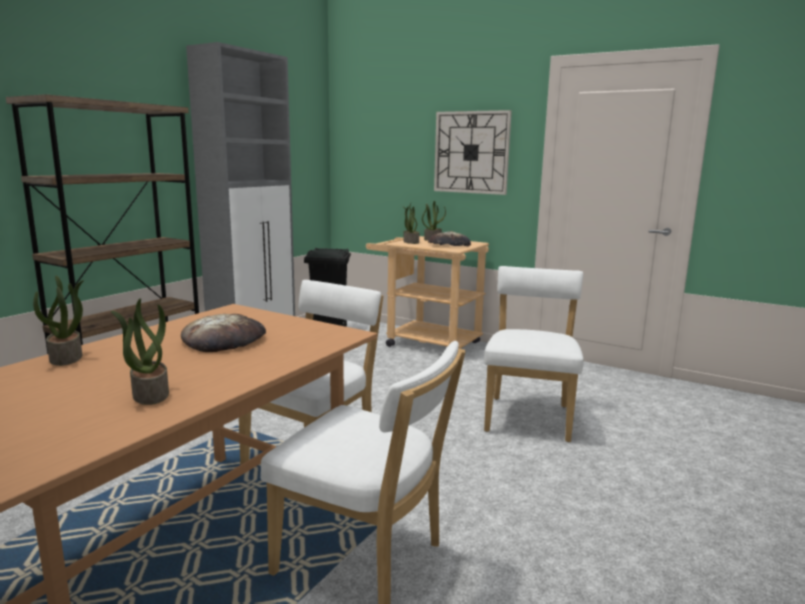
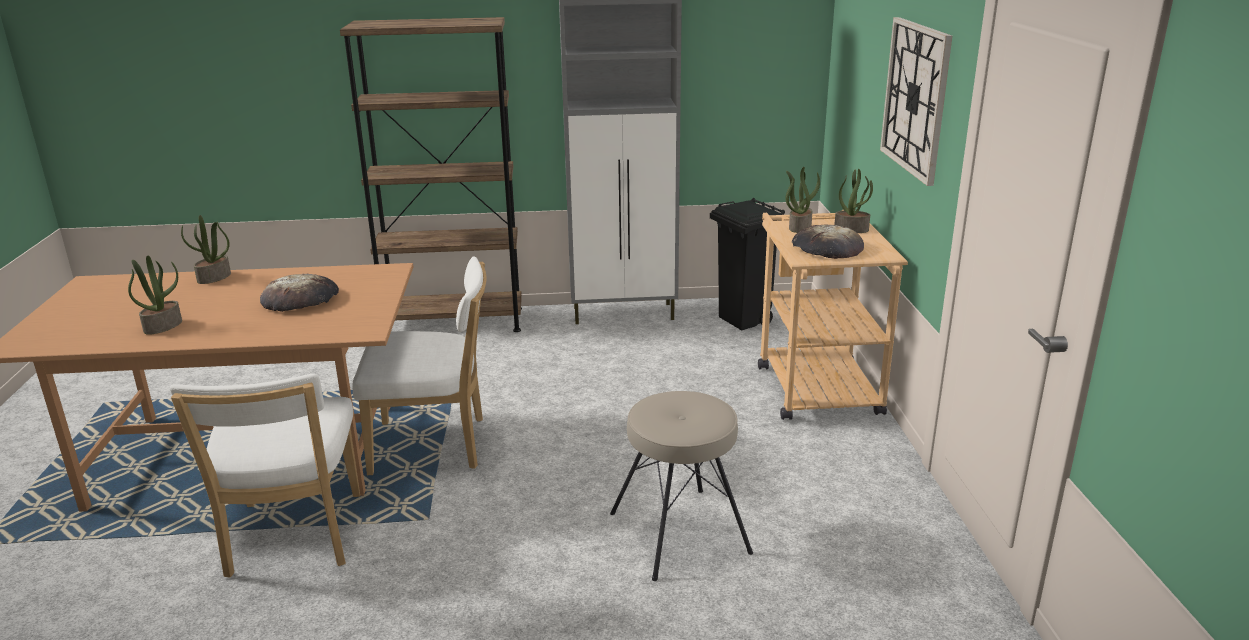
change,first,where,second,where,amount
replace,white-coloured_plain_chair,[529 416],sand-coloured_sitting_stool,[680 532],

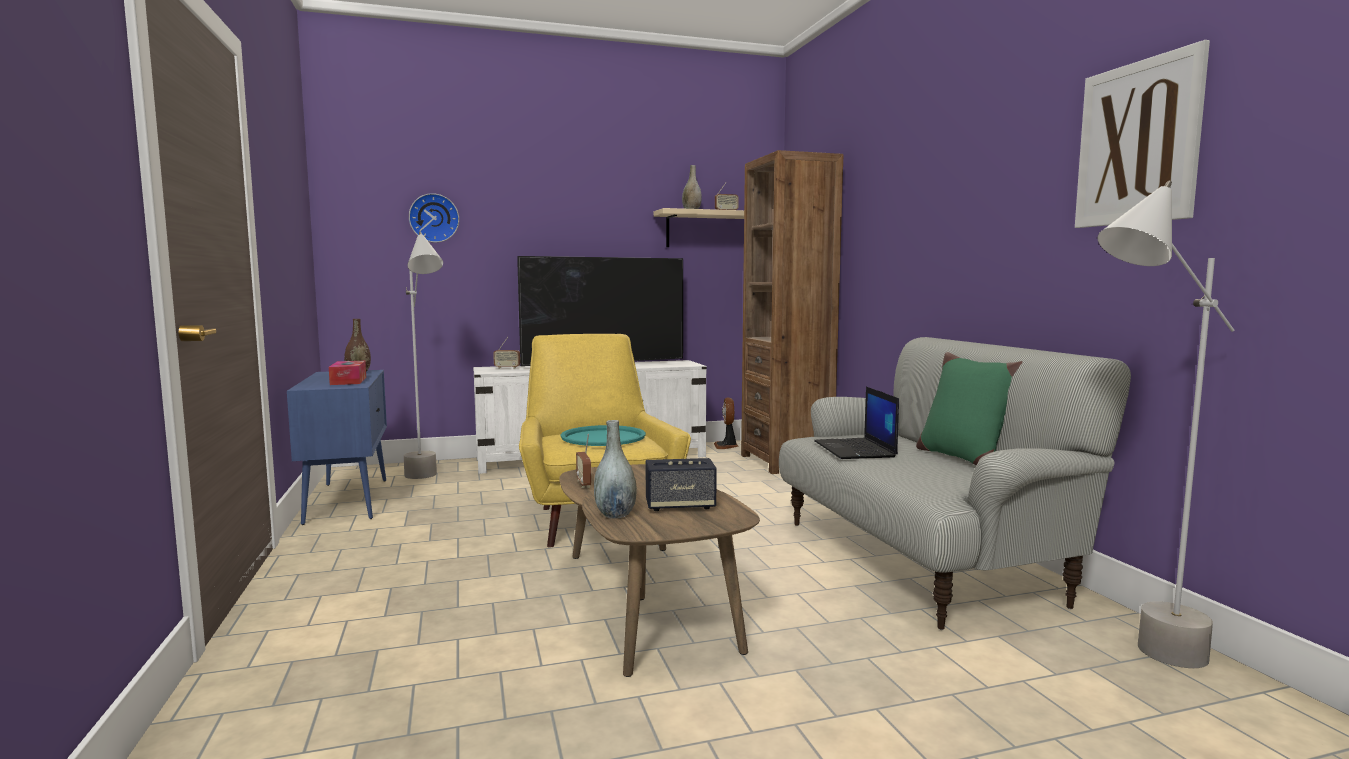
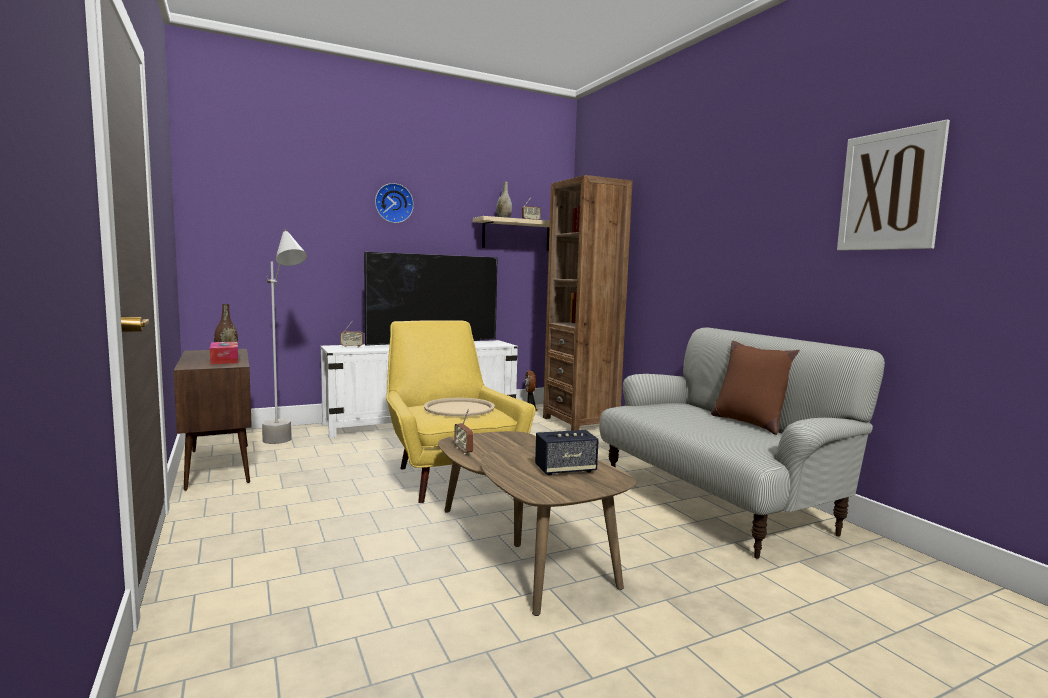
change,first,where,second,where,amount
recolor,blue_storage_cabinet,[347 500],brown-coloured_storage_cabinet,[219 465],
move,wall_clock,[434 218],,[393 203],
recolor,turquoise-coloured_carrying_tray,[603 437],sand-coloured_carrying_tray,[459 408],
delete,gray_decorative_vase,[615 515],,,
delete,laptop,[855 450],,,
recolor,green-coloured_throw_pillow,[962 458],brown-coloured_throw_pillow,[749 423],
delete,gray_standard_lamp,[1139 663],,,

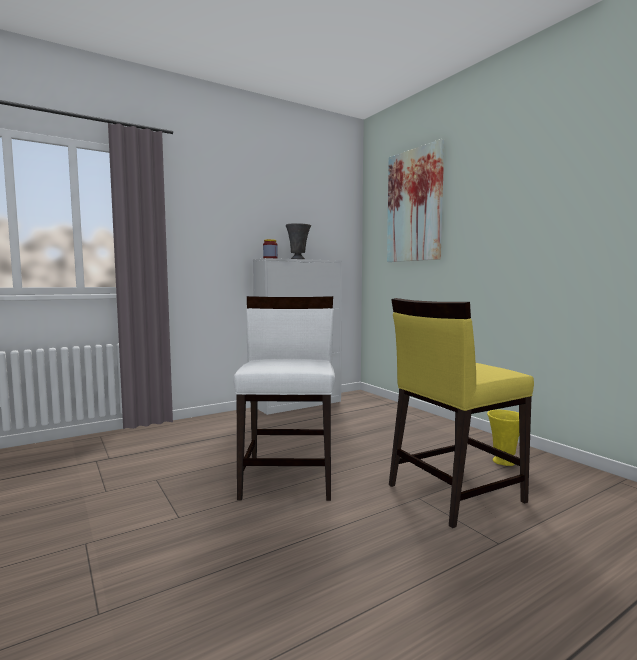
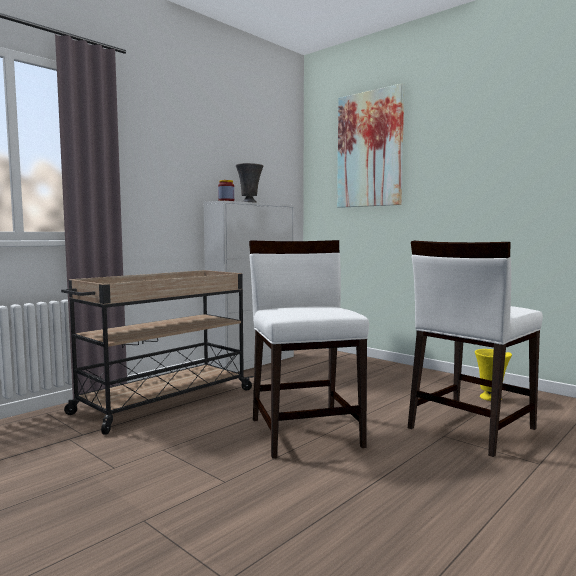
change,first,where,second,where,amount
recolor,yellowish_plain_chair,[453 493],white-coloured_plain_chair,[470 428],
insert,,,sand-coloured_cart,[163 402],

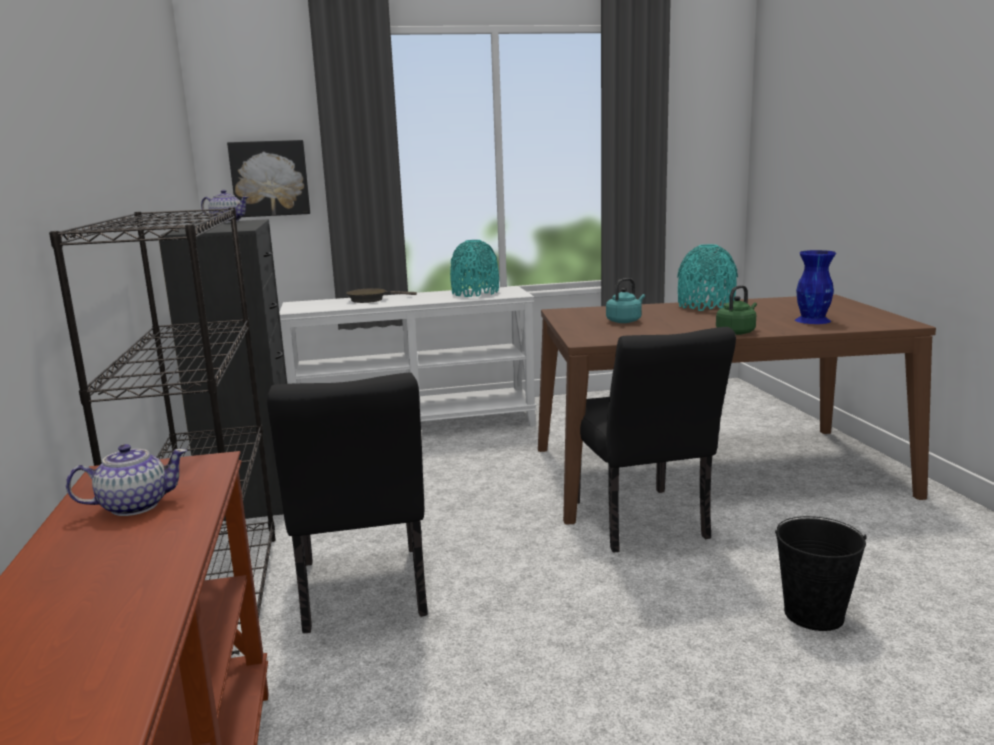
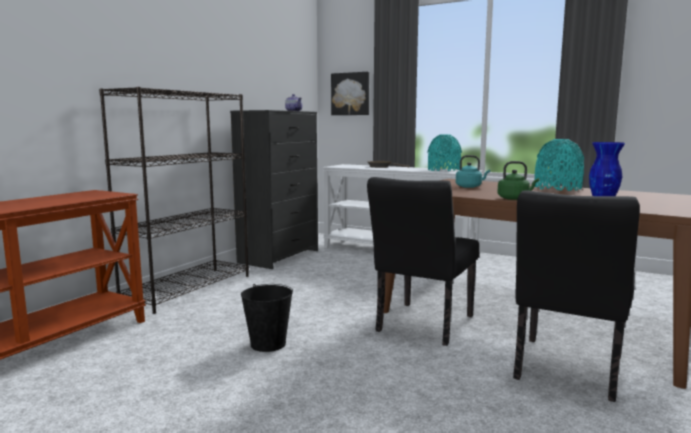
change,first,where,second,where,amount
delete,tea_pot,[134 506],,,
move,blackish_plain_chair,[363 595],,[566 371],
move,blackish_bucket,[814 614],,[268 344],

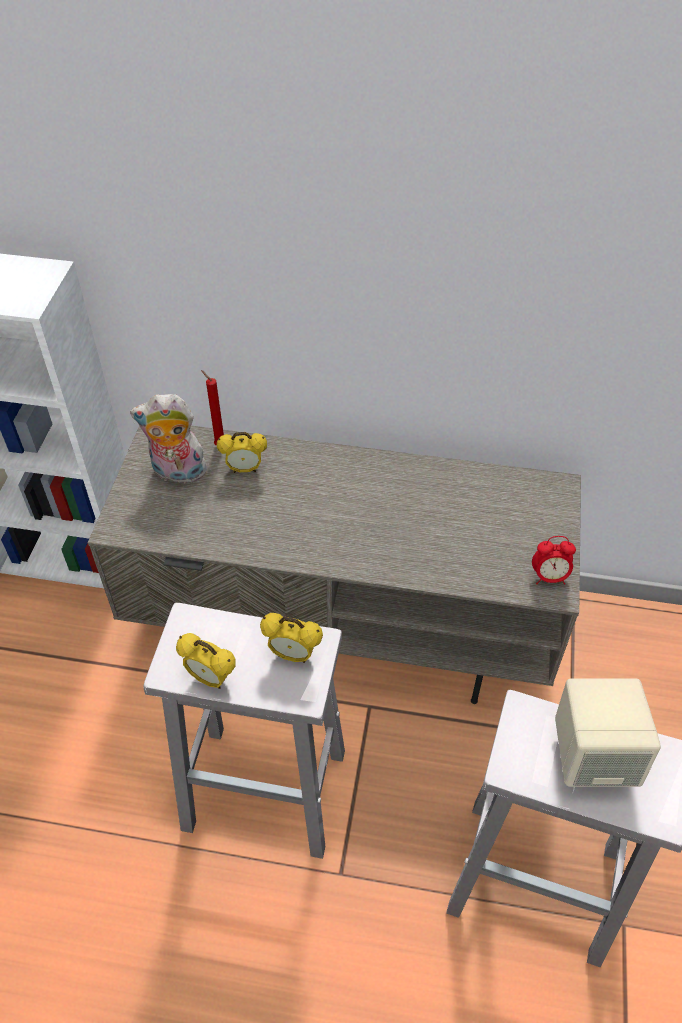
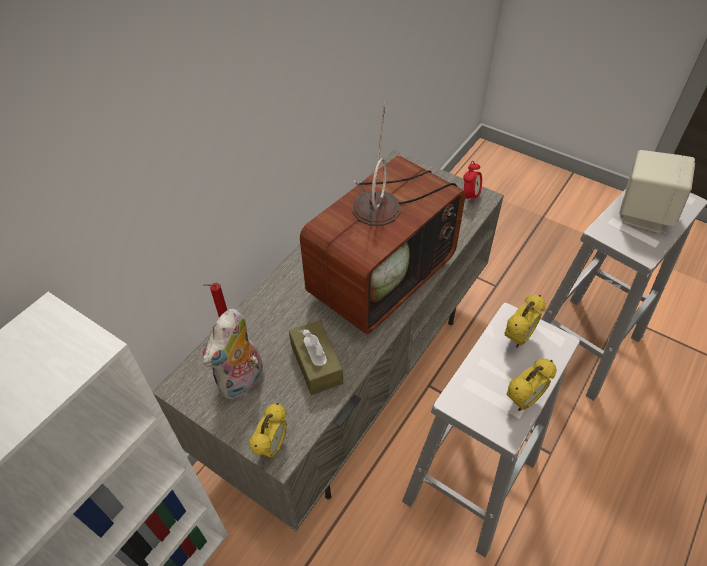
change,first,where,second,where,amount
move,bedside_clock,[245 469],,[272 446],
insert,,,brown-coloured_tissue_holder,[316 364],
insert,,,TV,[381 273],

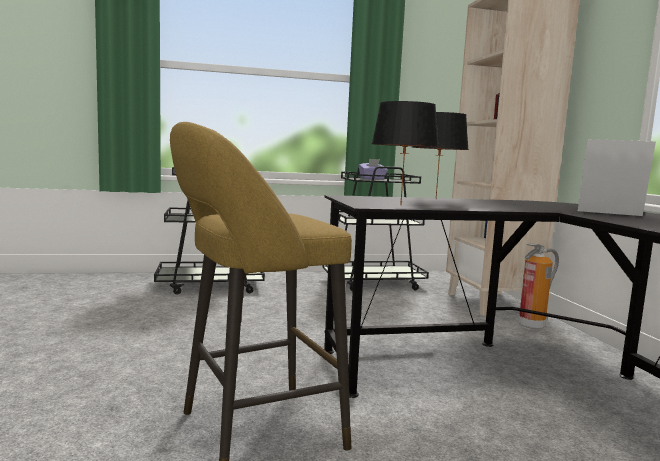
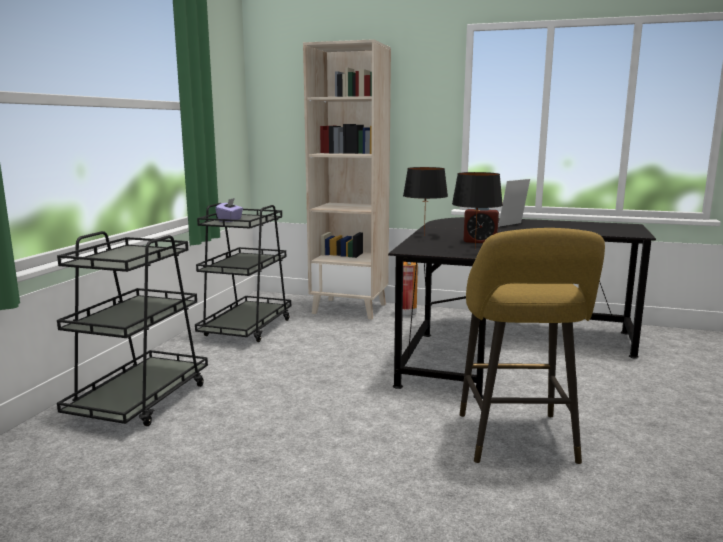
change,first,where,second,where,amount
insert,,,bedside_clock,[480 241],

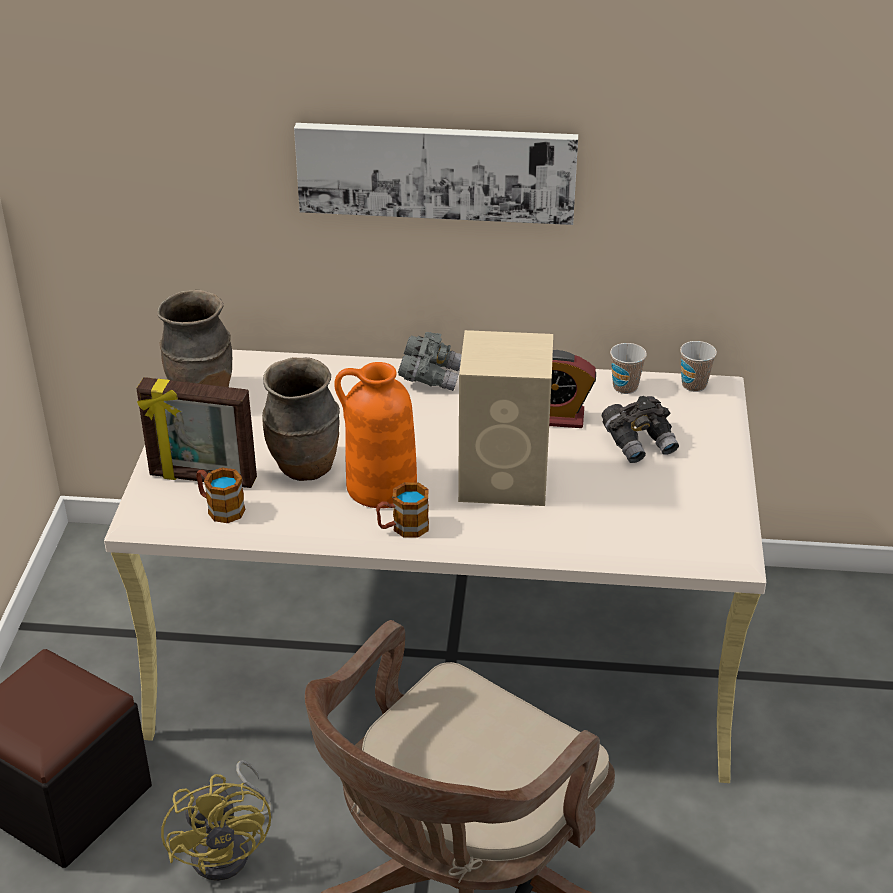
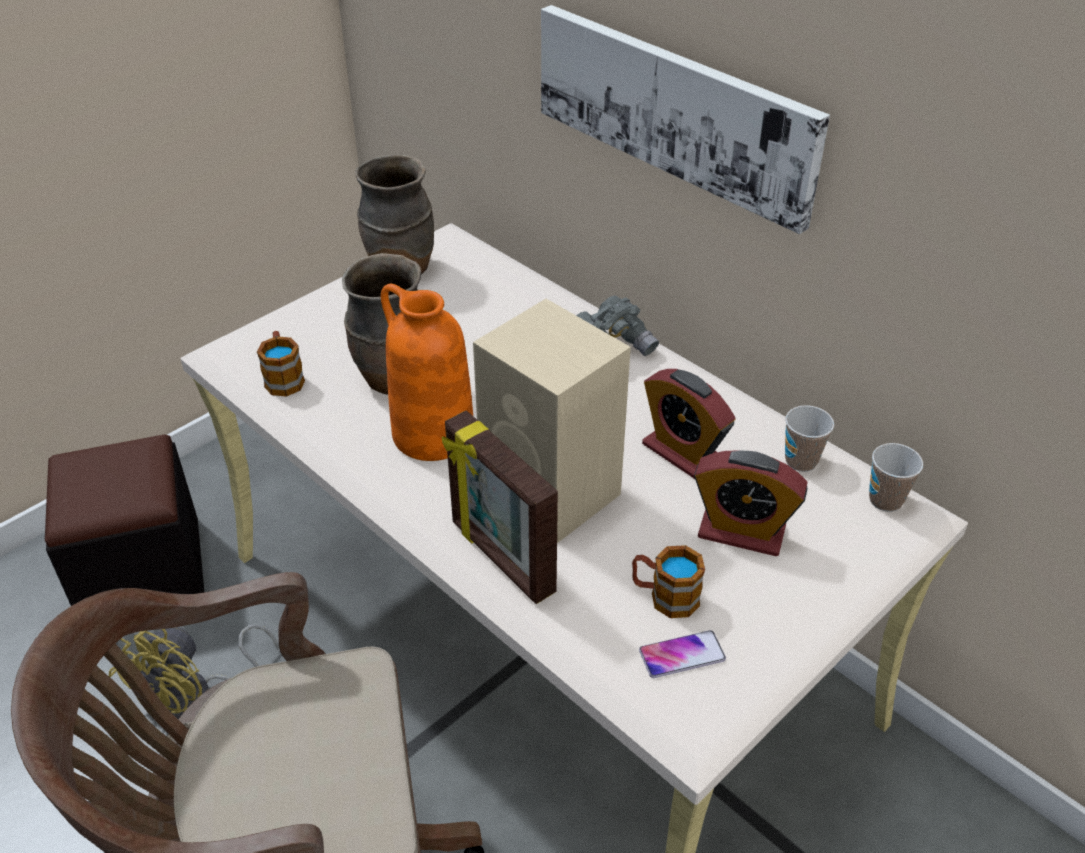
change,first,where,second,where,amount
move,picture_frame,[202 478],,[500 558],
move,mug,[403 528],,[664 596],
replace,gray_pair_of_binoculars,[639 442],bedside_clock,[741 532],
insert,,,telephone,[682 655],

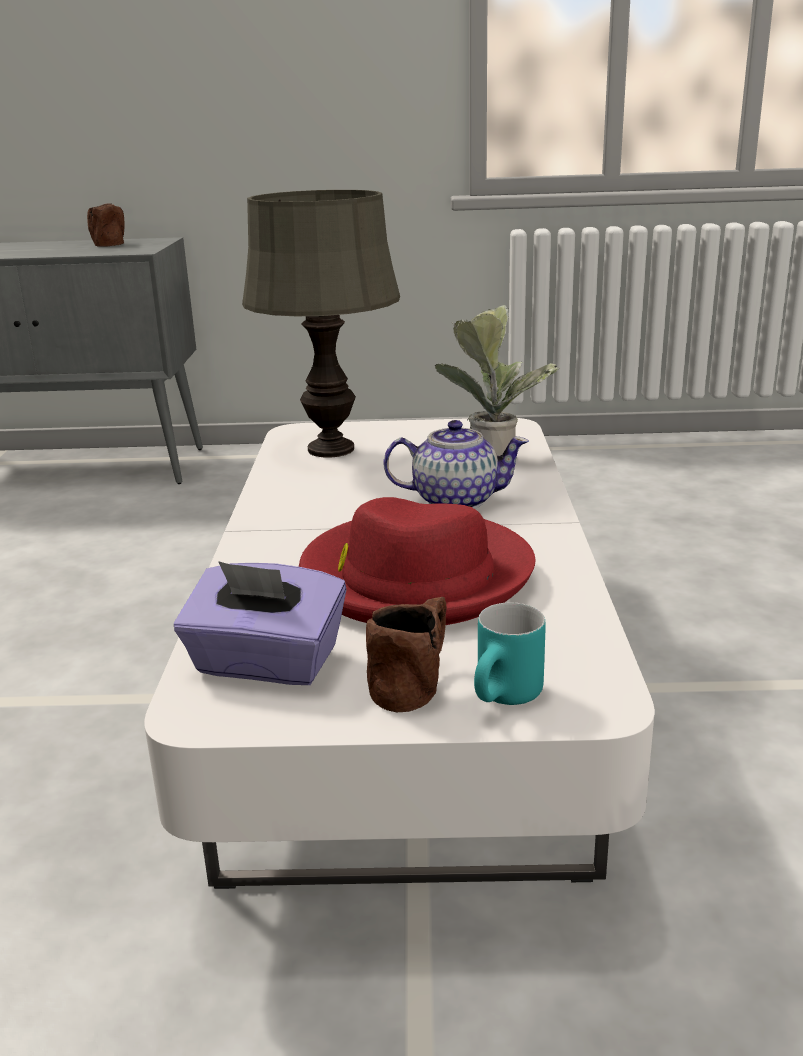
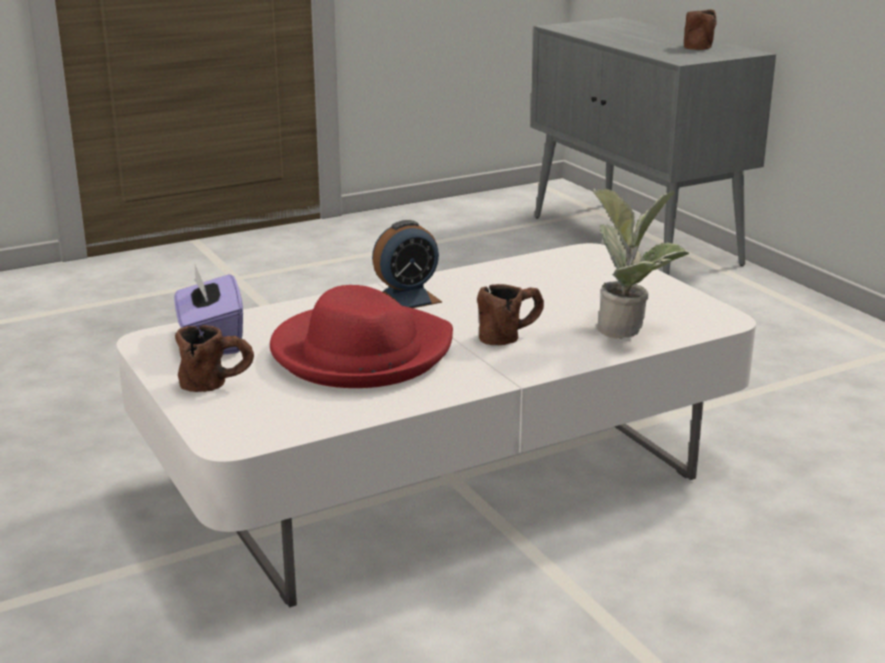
change,first,where,second,where,amount
delete,gray_table_lamp,[331 449],,,
replace,tea_pot,[454 500],brown-coloured_mug,[511 336],
delete,turquoise-coloured_mug,[507 700],,,
insert,,,bedside_clock,[406 299],

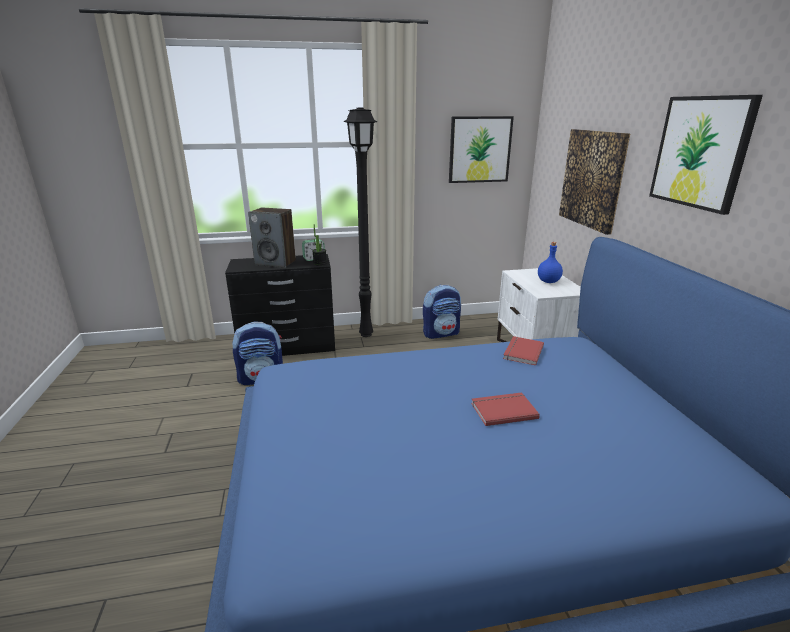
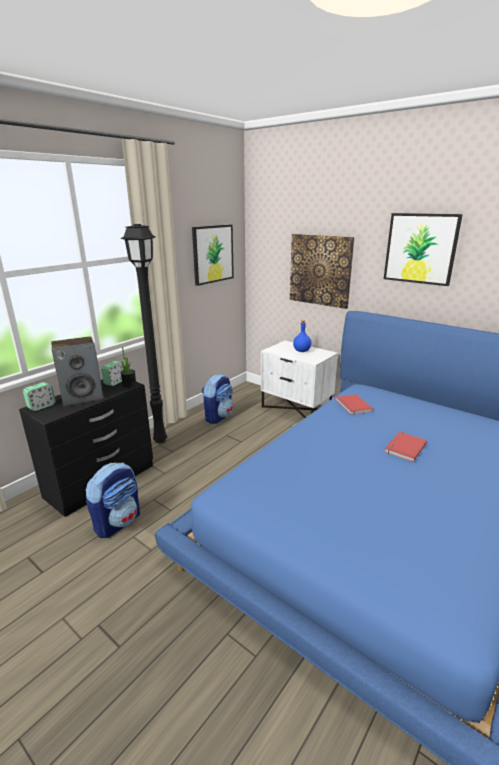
change,first,where,second,where,amount
insert,,,bedside_clock,[41 406],

